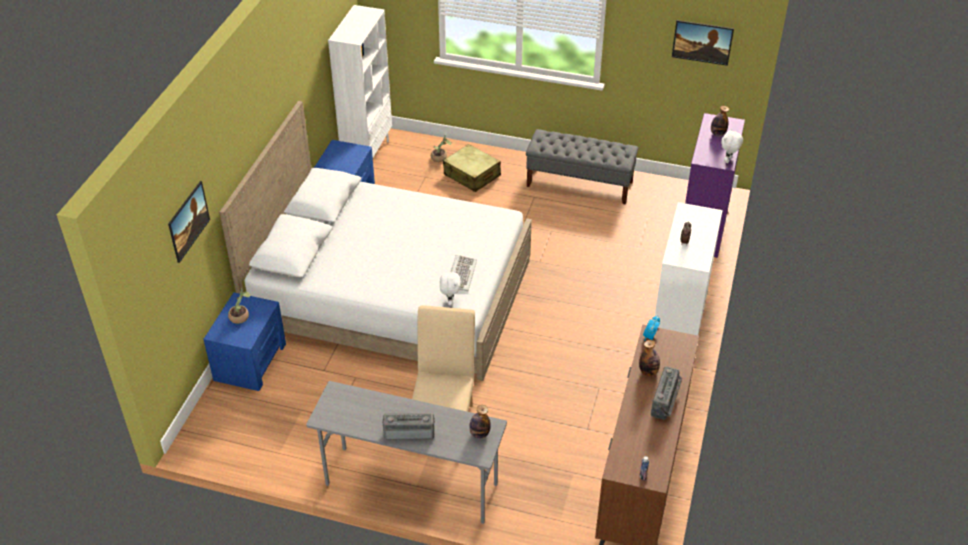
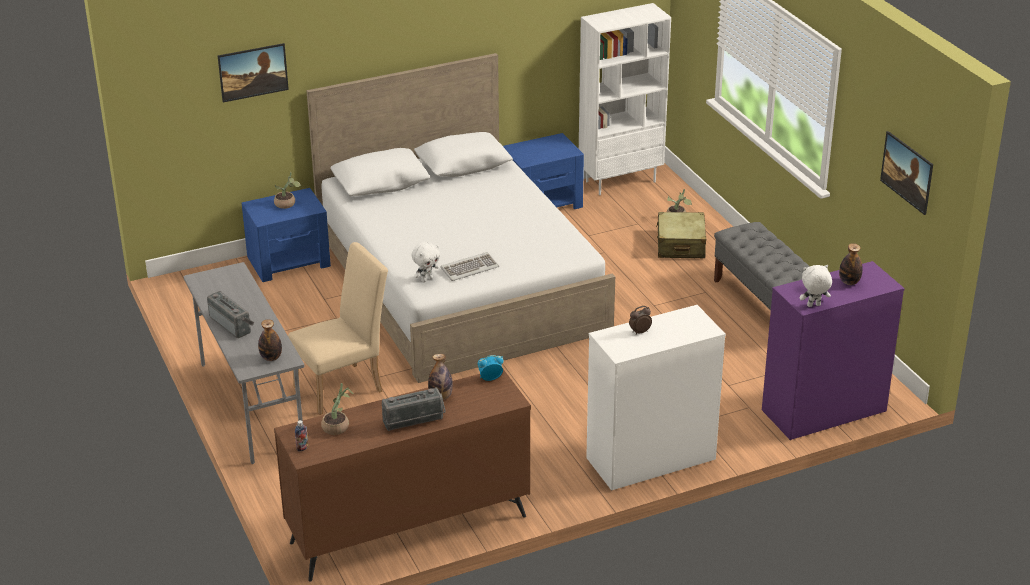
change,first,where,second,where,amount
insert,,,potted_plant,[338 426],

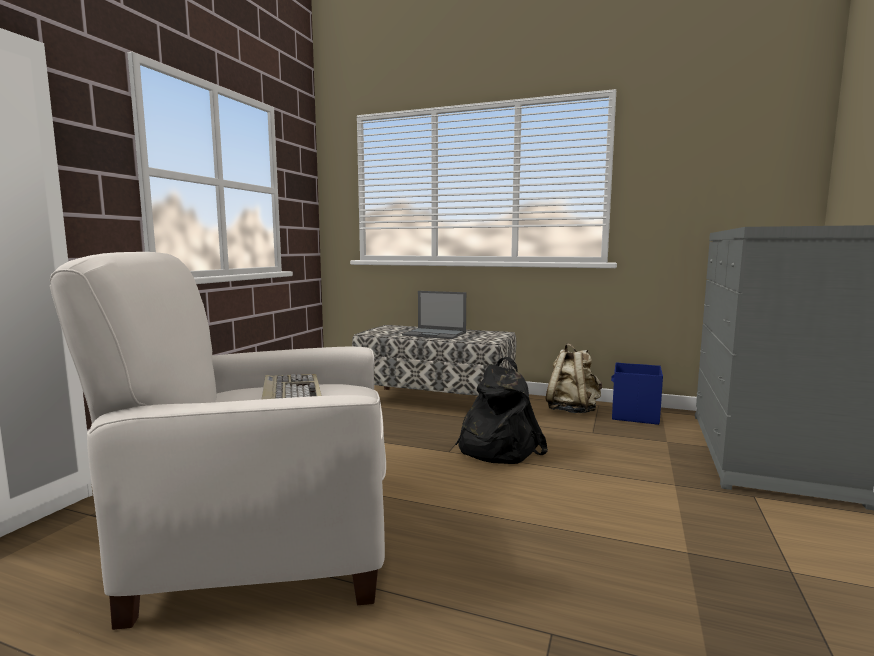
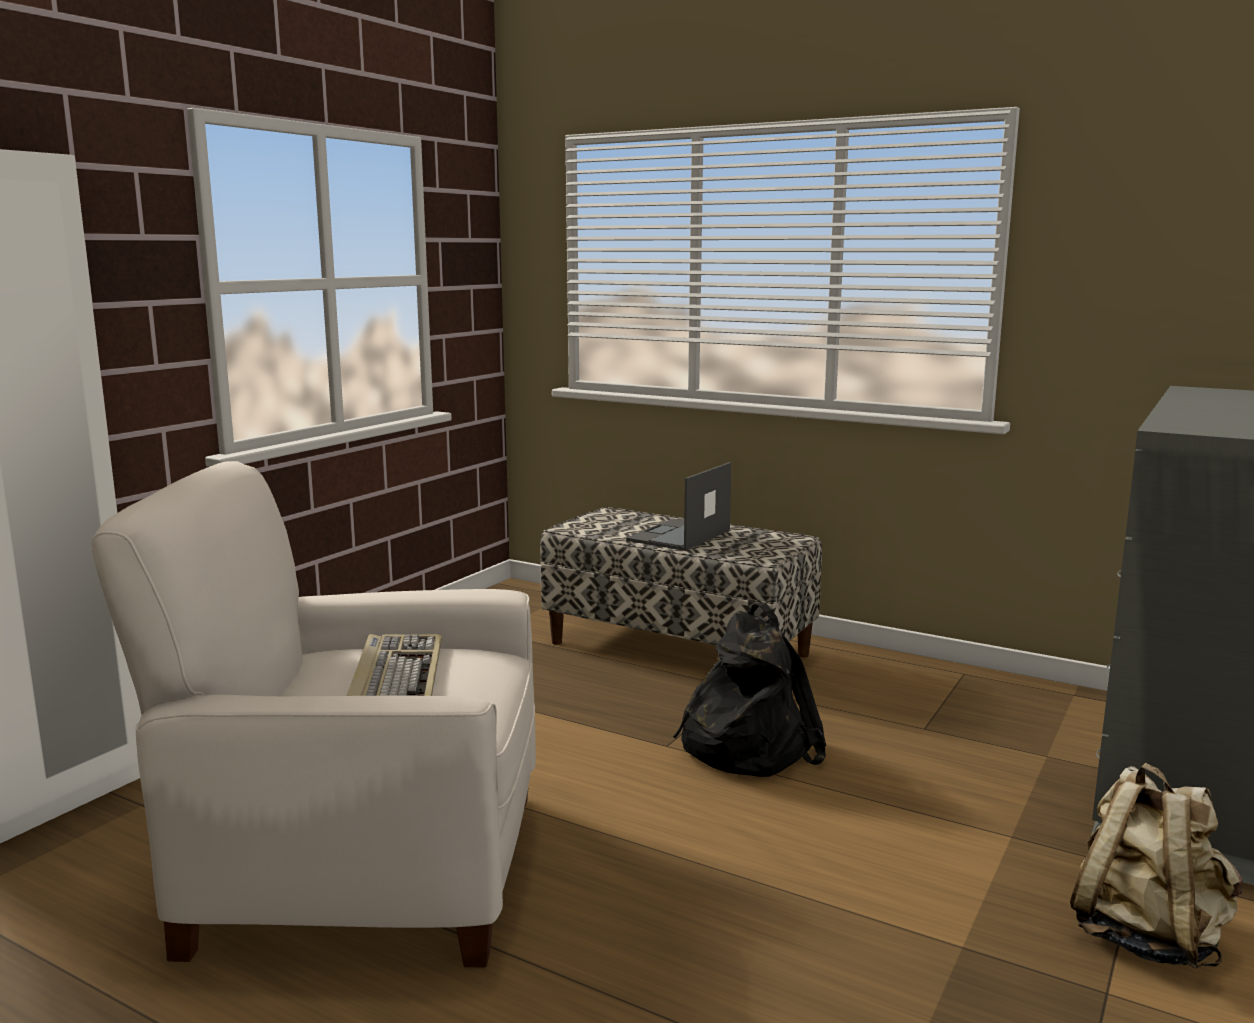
change,first,where,second,where,amount
rotate,laptop,[435 334],,[679 536],90 degrees clockwise
move,sand-coloured_rucksack,[572 410],,[1146 936],
delete,blue_storage_box,[634 415],,,

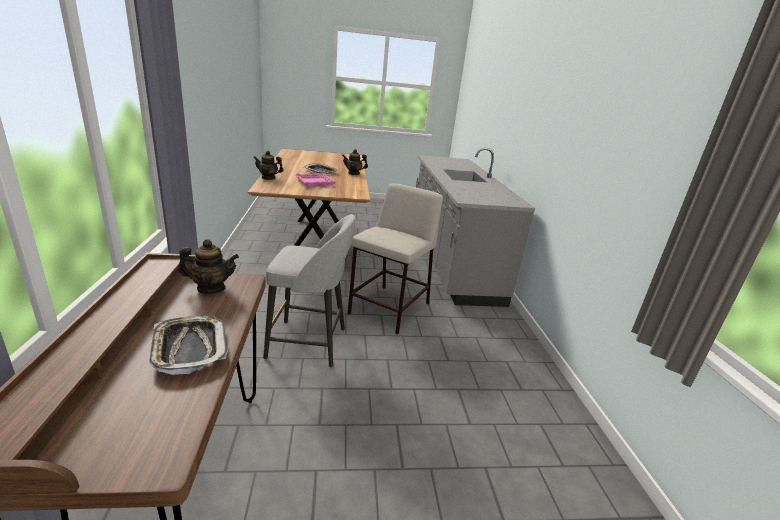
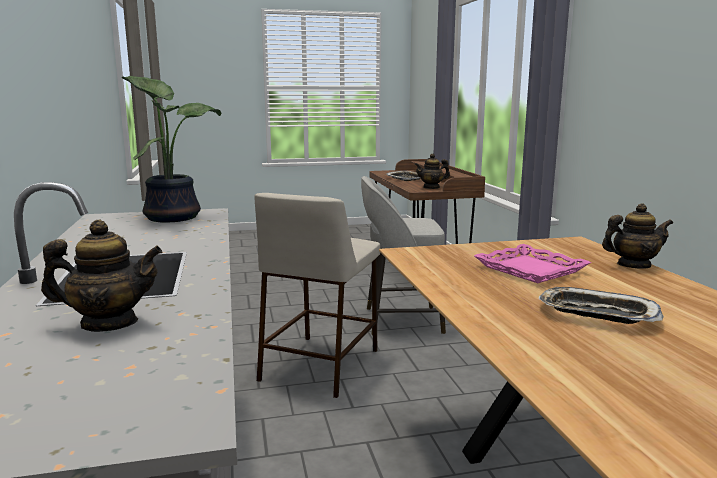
change,first,where,second,where,amount
move,tea_pot,[354 173],,[109 323],
insert,,,potted_plant,[173 217],

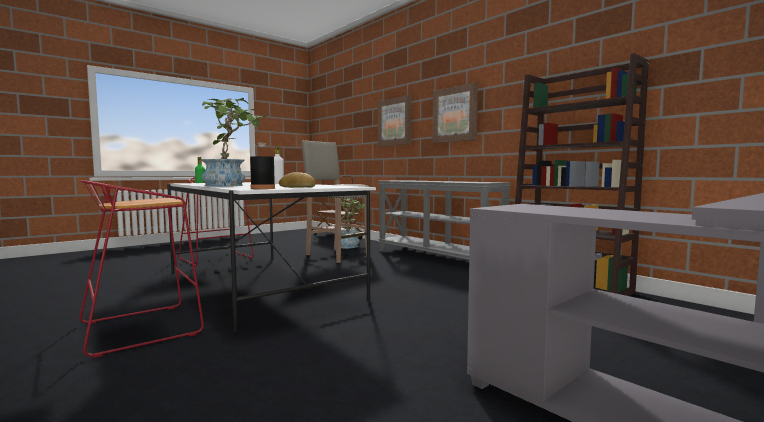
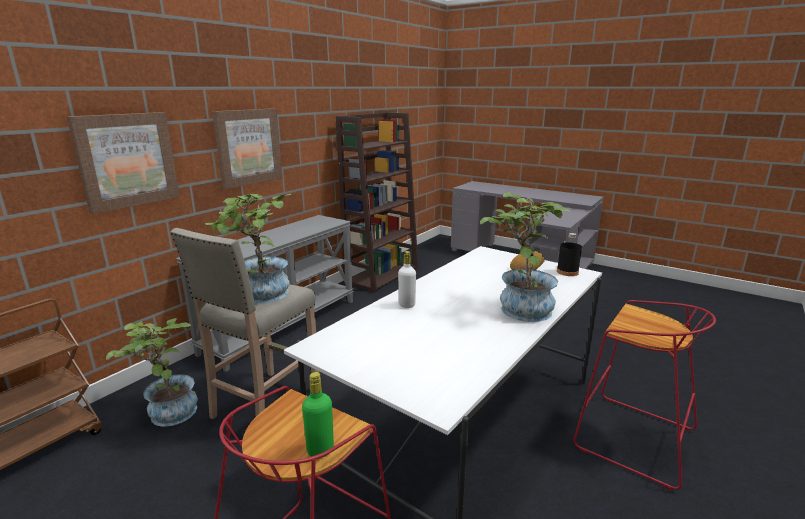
change,first,where,second,where,amount
insert,,,potted_plant,[260 296],

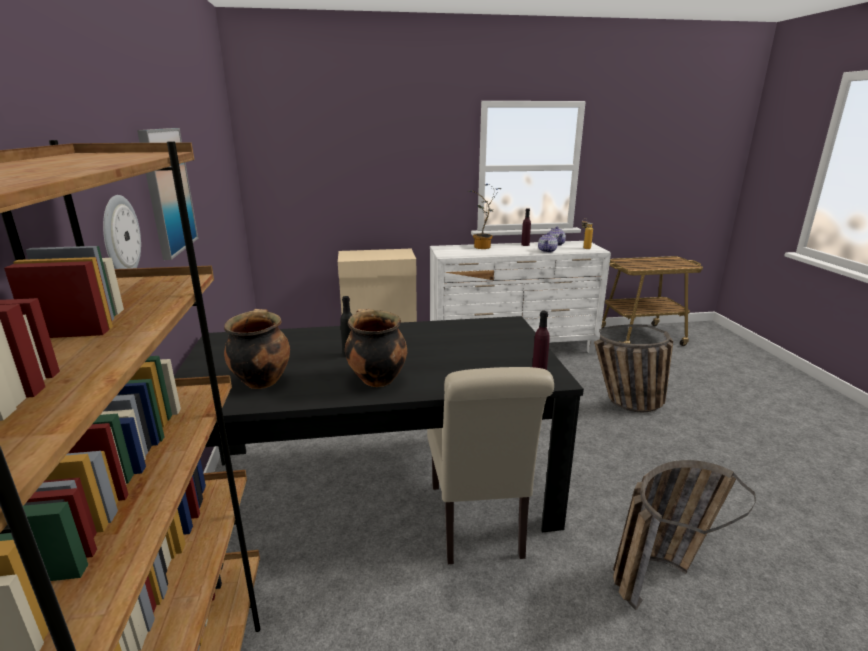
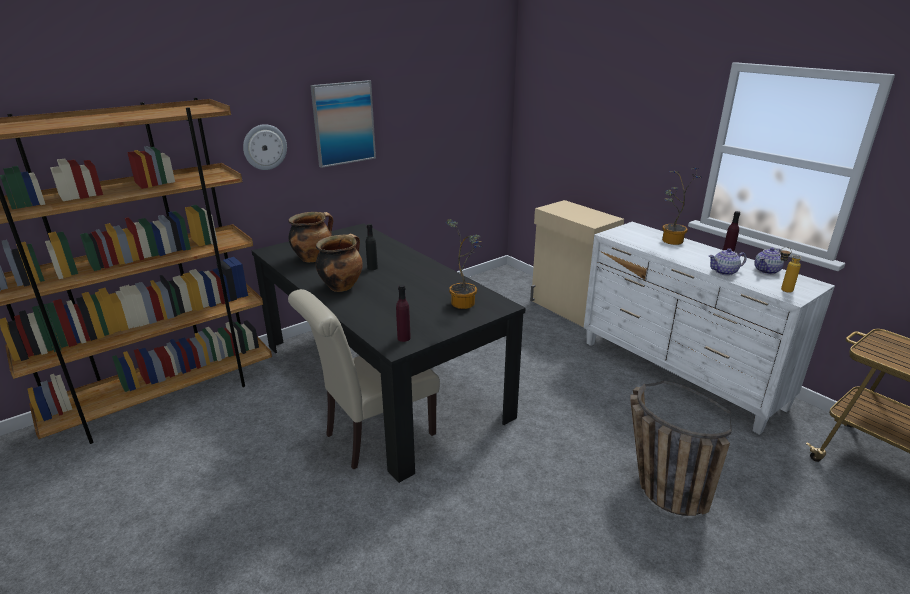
change,first,where,second,where,amount
delete,storage_basket,[661 574],,,
insert,,,potted_plant,[465 302],

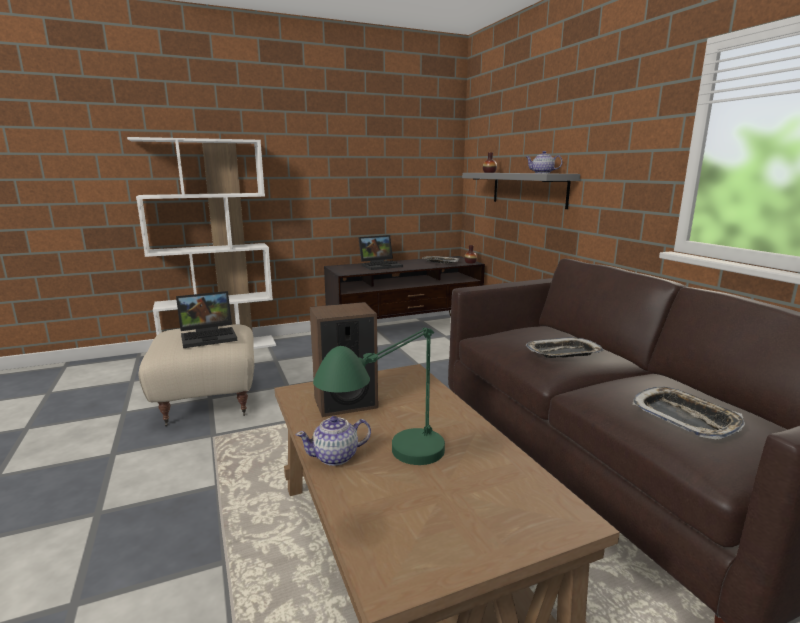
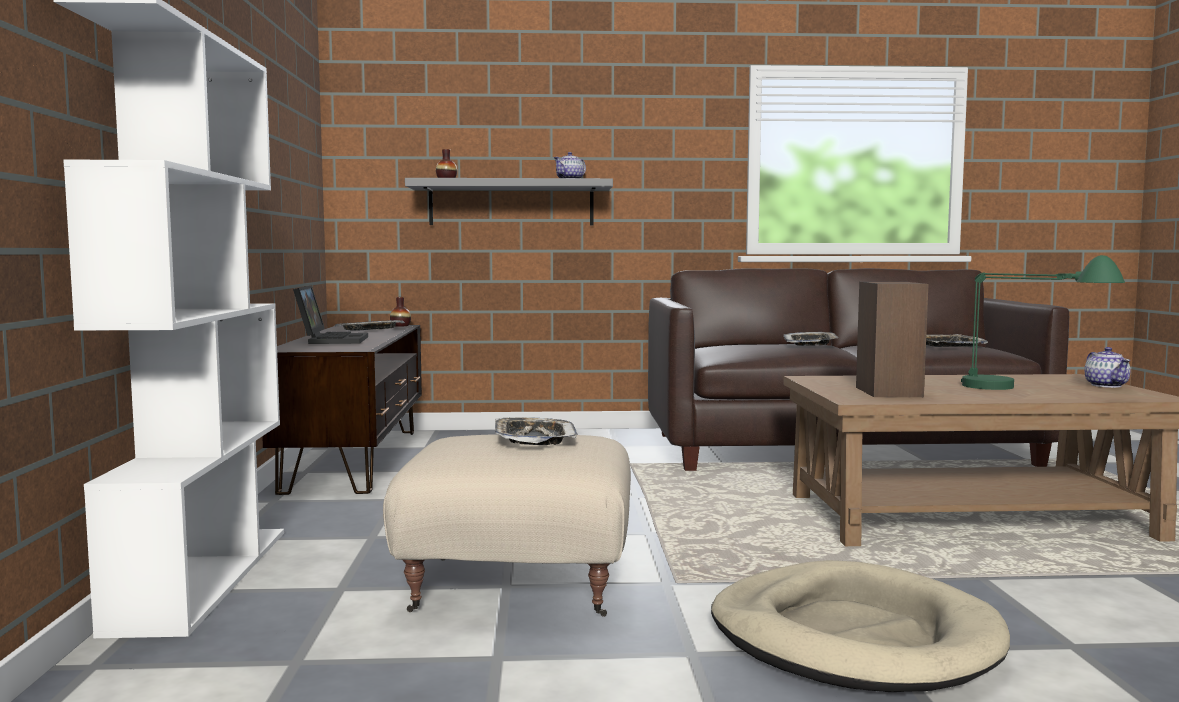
change,first,where,second,where,amount
replace,laptop,[210 336],carrying_tray,[533 439],
move,tea_pot,[336 457],,[1106 385],
insert,,,sand-coloured_dog_cushion,[853 637],

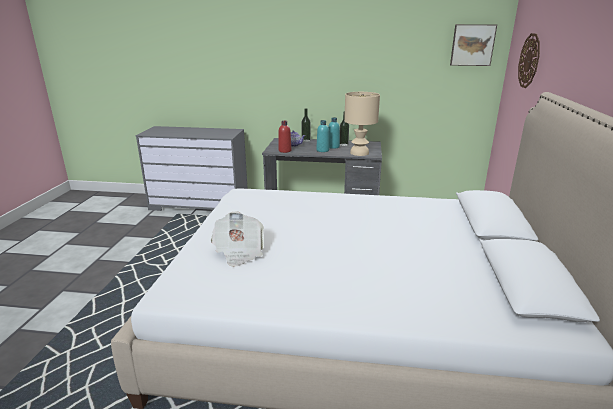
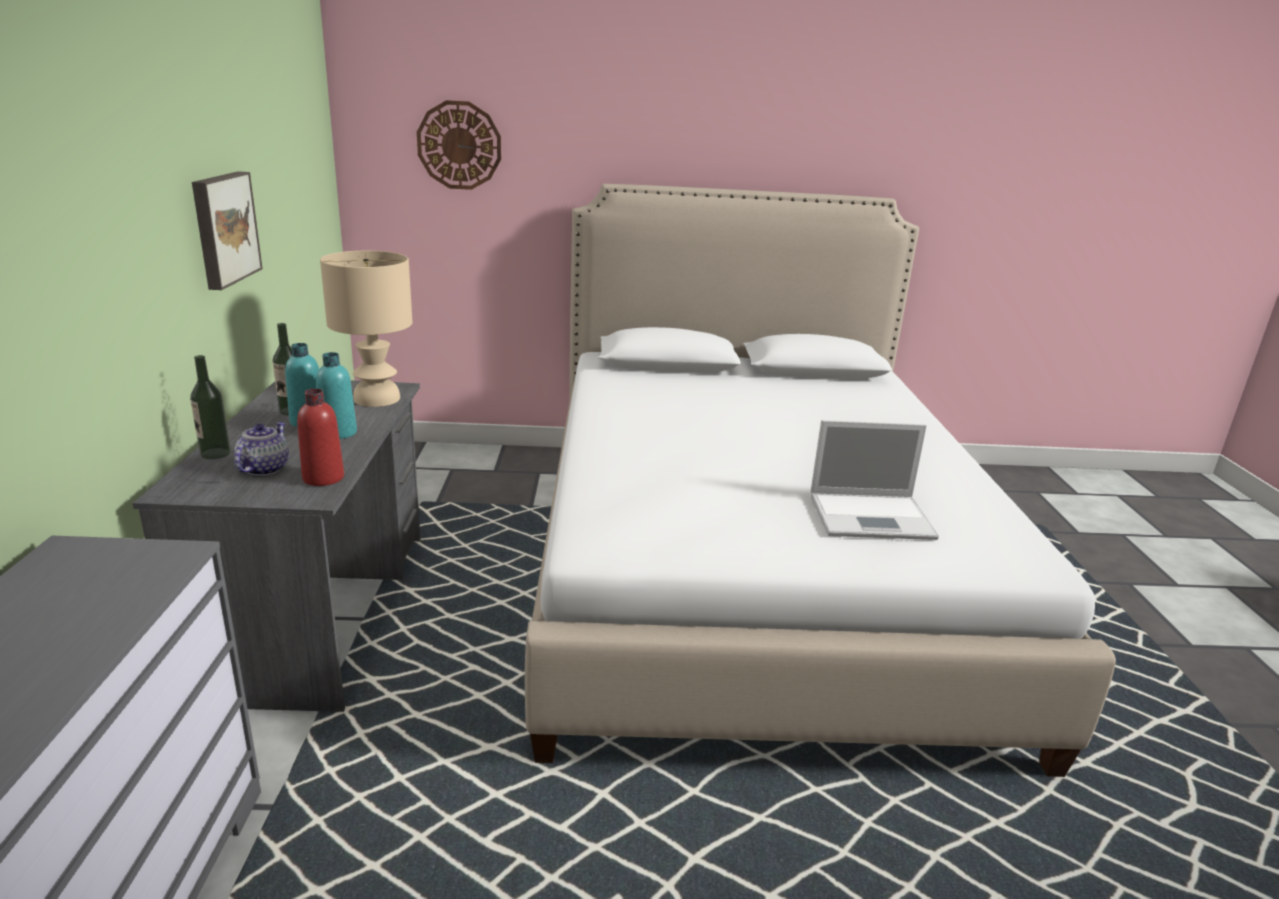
change,first,where,second,where,amount
replace,daily_paper,[239 251],laptop,[873 516],
move,wall_picture,[472 45],,[223 228],

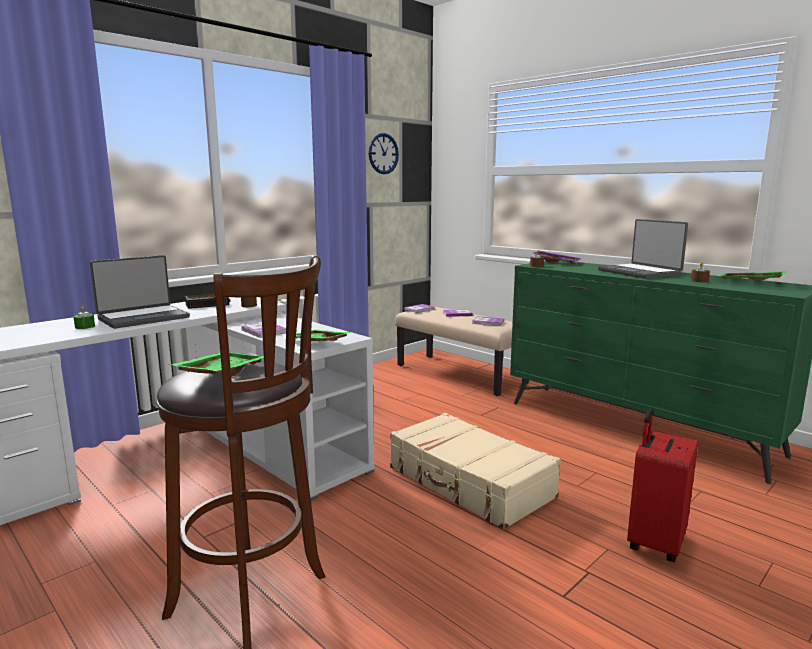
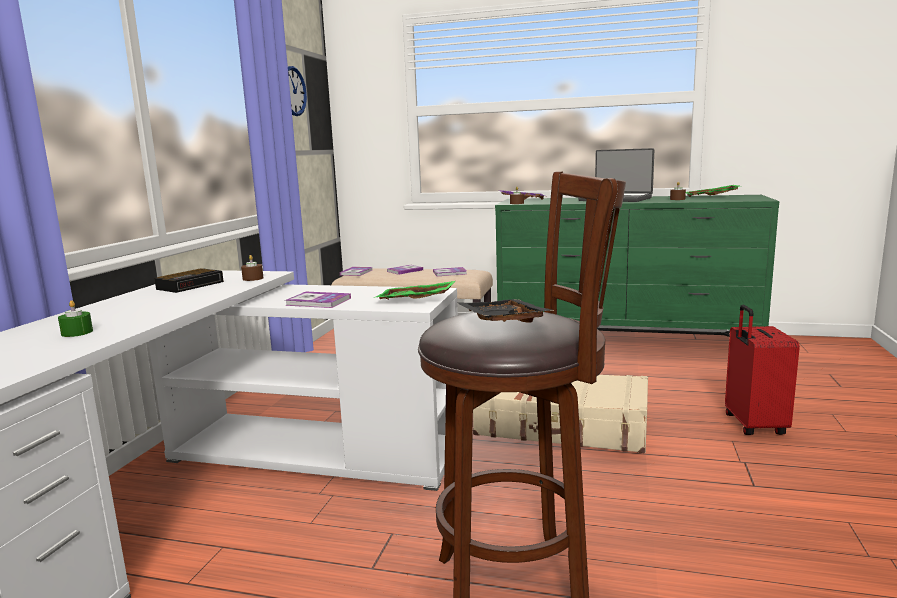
change,first,where,second,where,amount
delete,laptop,[143 318],,,
recolor,green-coloured_carrying_tray,[220 373],blackish_carrying_tray,[499 323],

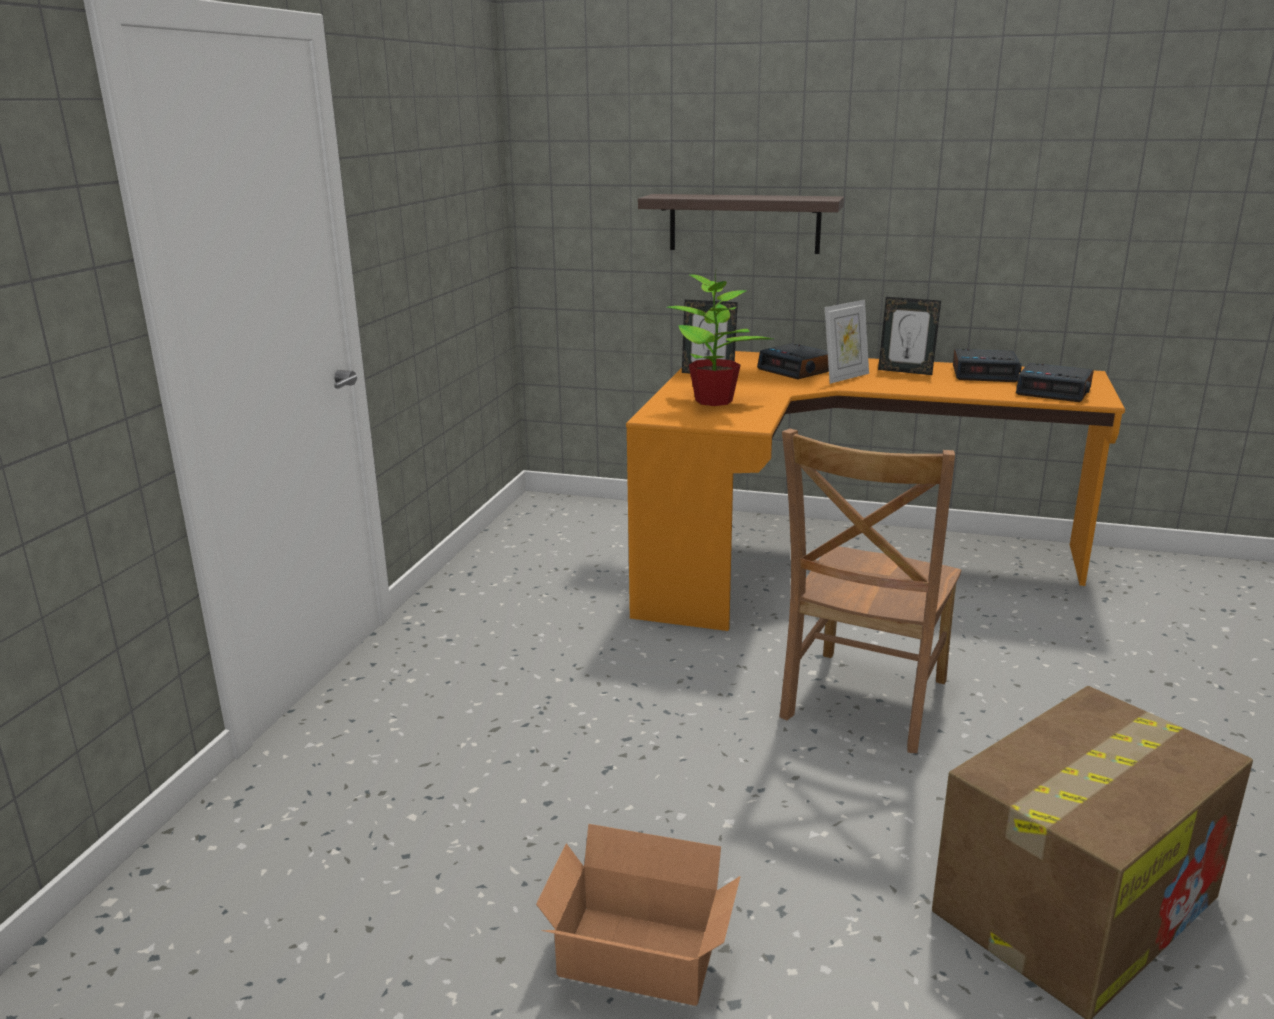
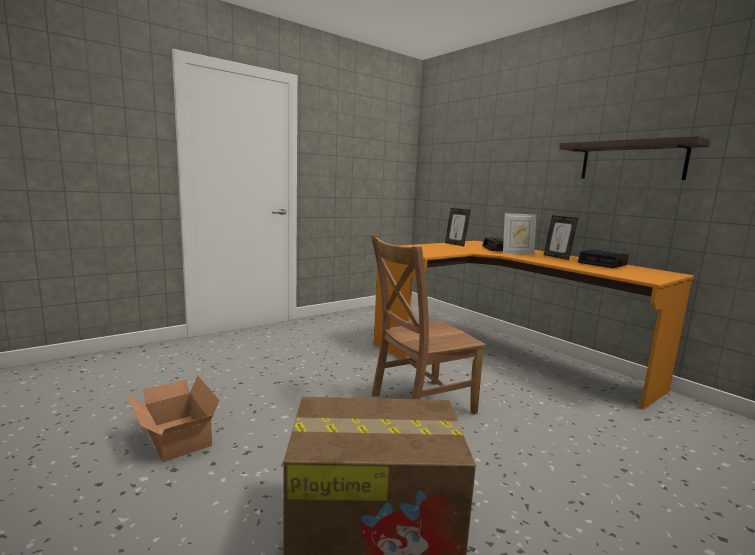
change,first,where,second,where,amount
move,bracket_shelf,[744 223],,[632 161],
delete,potted_plant,[714 401],,,
delete,bedside_clock,[1054 391],,,

